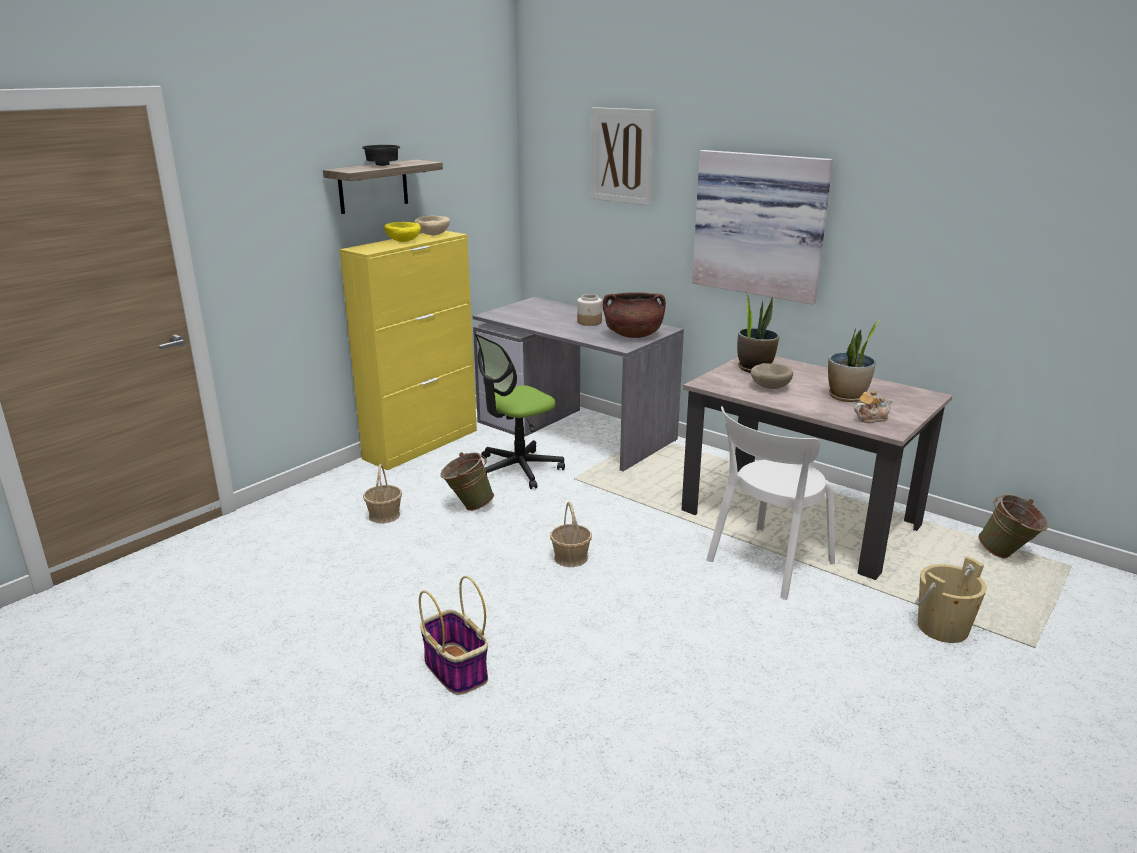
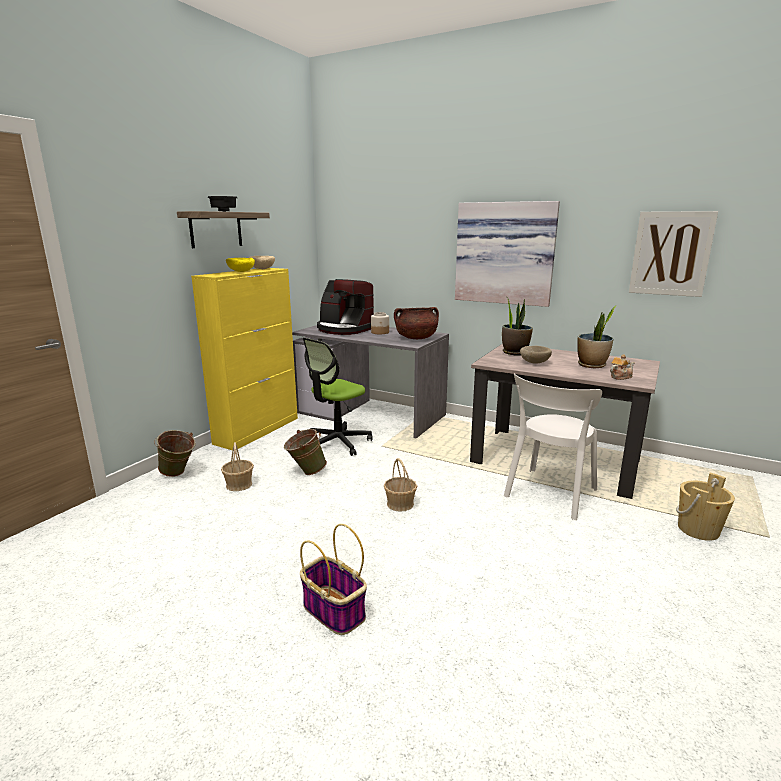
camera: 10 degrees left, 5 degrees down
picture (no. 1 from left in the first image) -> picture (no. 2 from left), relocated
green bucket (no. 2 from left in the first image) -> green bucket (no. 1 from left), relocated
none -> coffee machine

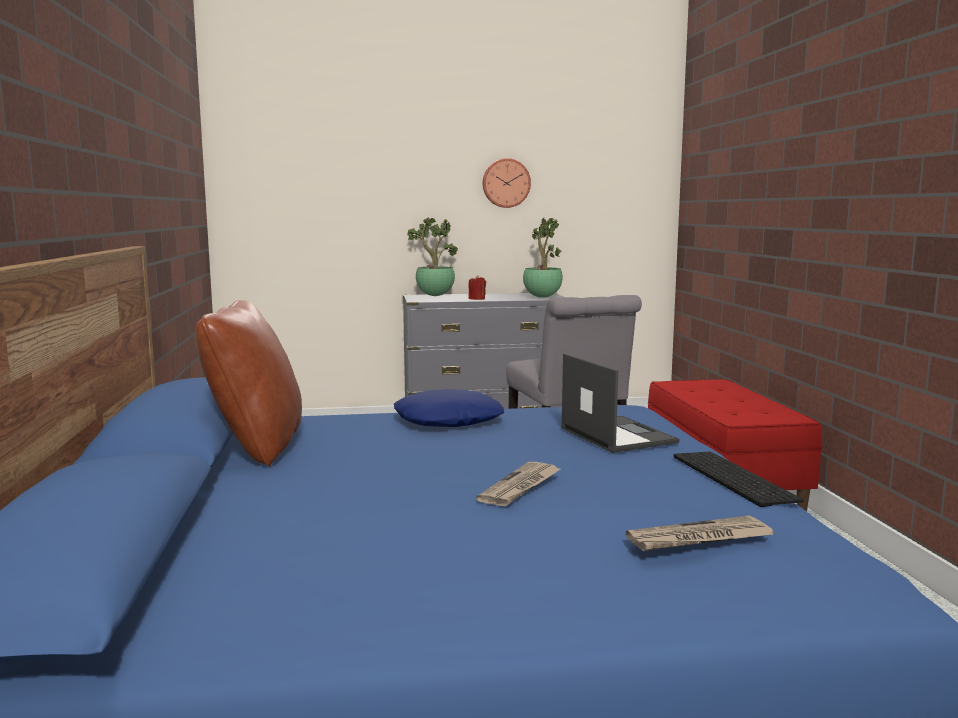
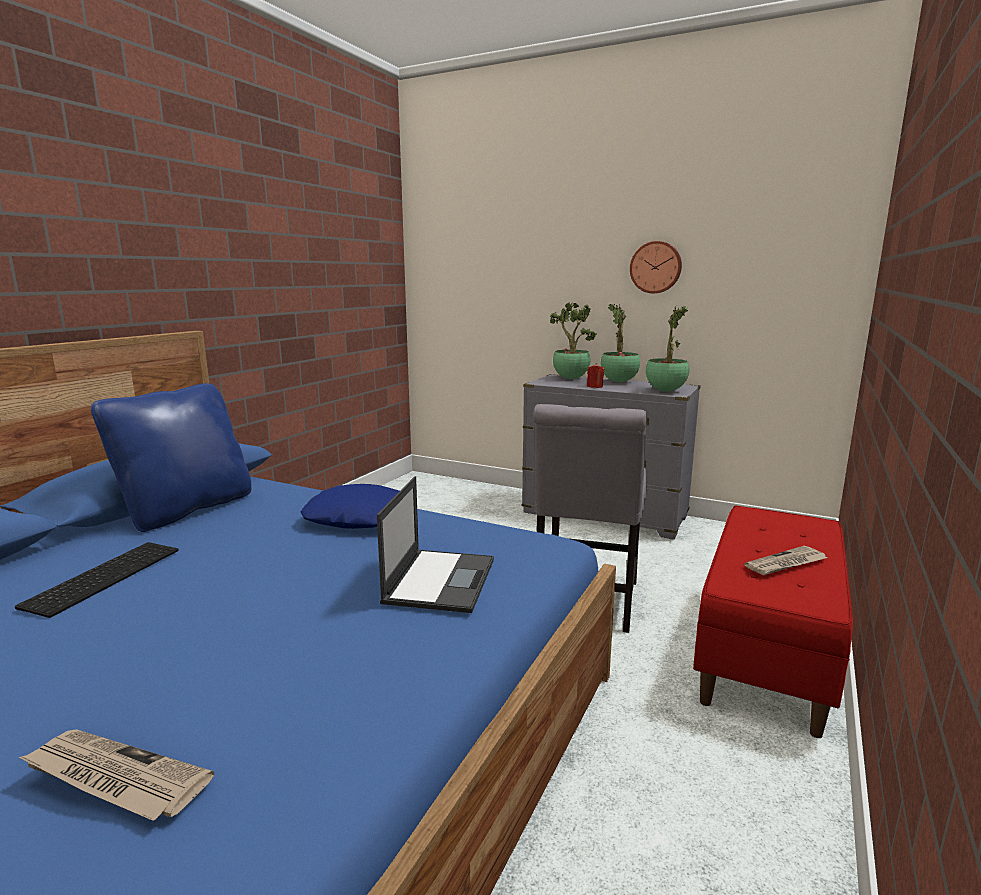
camera: 35 degrees right, 5 degrees up
brown pillow -> blue pillow (no. 1 from left)
keyboard, relocated
newspaper (no. 1 from left in the first image) -> newspaper (no. 2 from left), relocated
none -> potted plant (no. 2 from left)

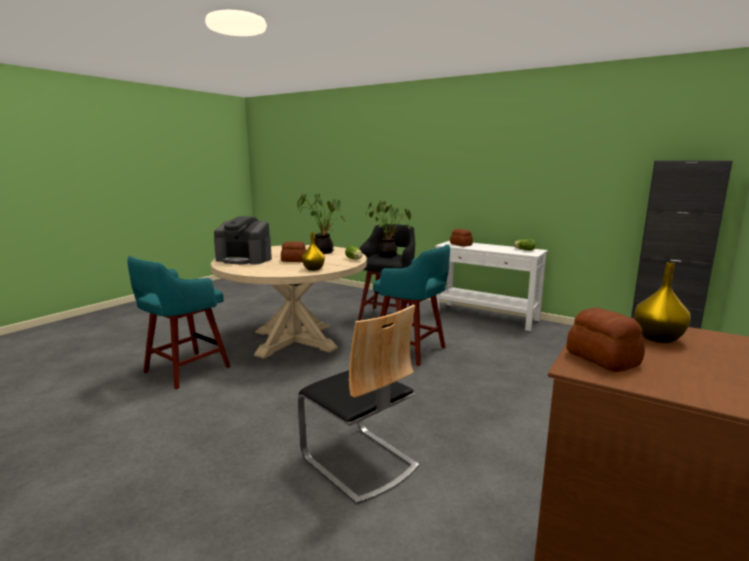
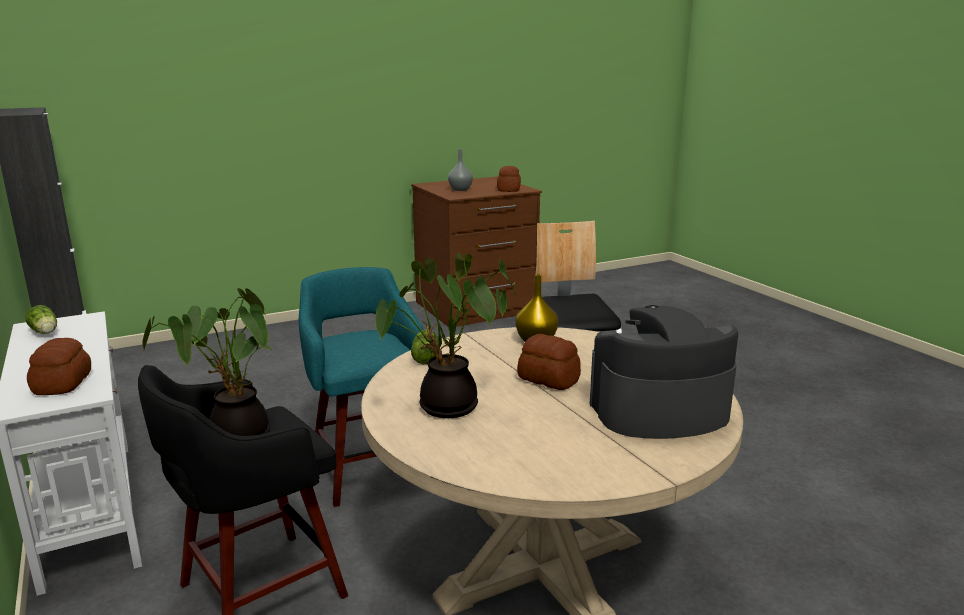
camera: 150 degrees left, 5 degrees up
coffee machine, 60 degrees counterclockwise
turquoise stool (no. 1 from left) -> none
yellow vase (no. 2 from left) -> grey vase

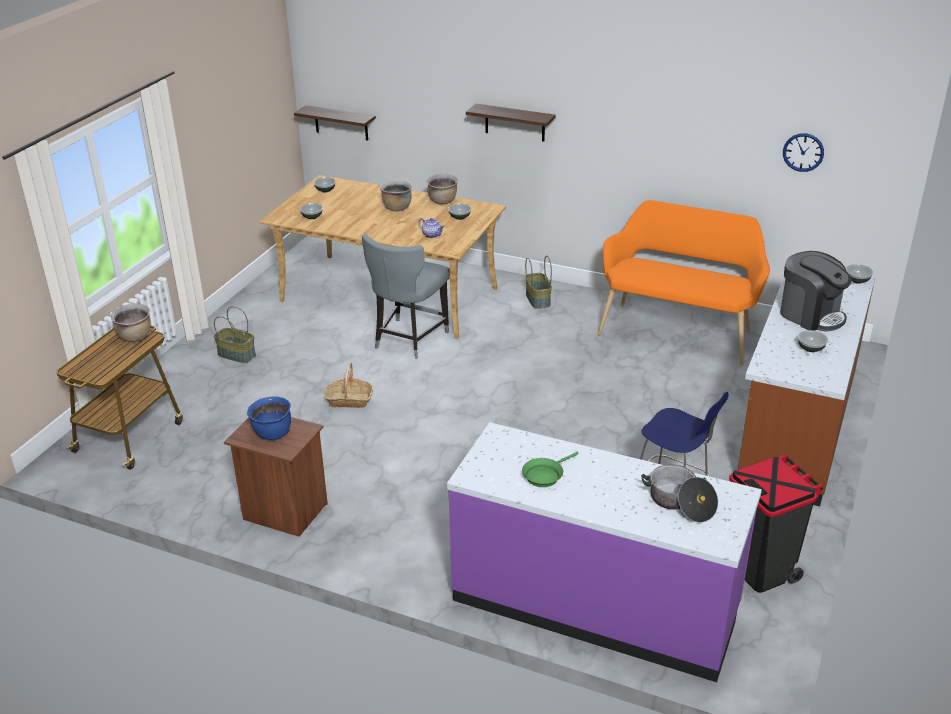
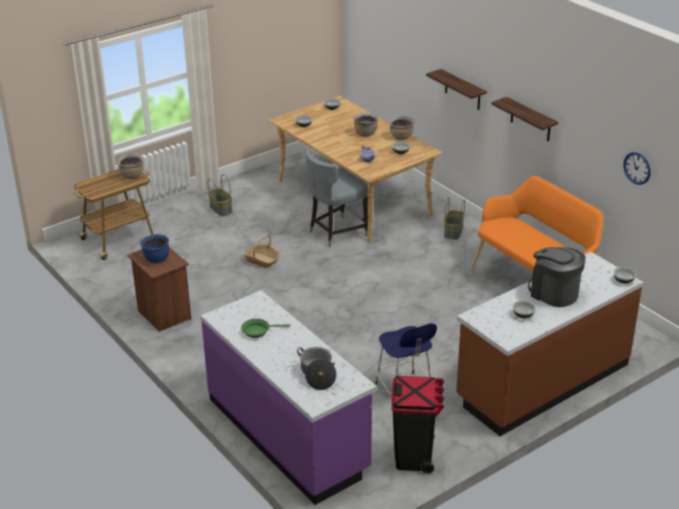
camera: 30 degrees right, 0 degrees up
shelf (no. 1 from left in the first image) -> shelf (no. 2 from left), relocated
coffee machine, 150 degrees clockwise

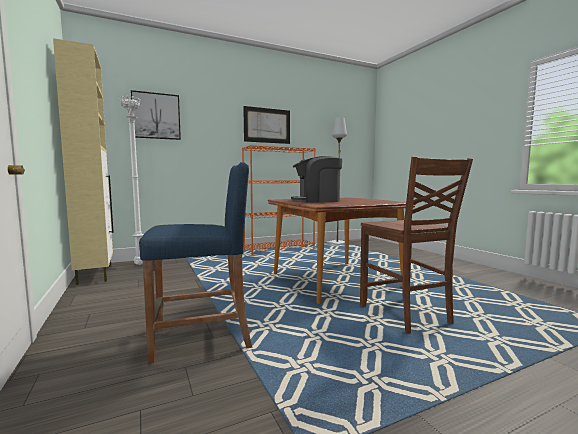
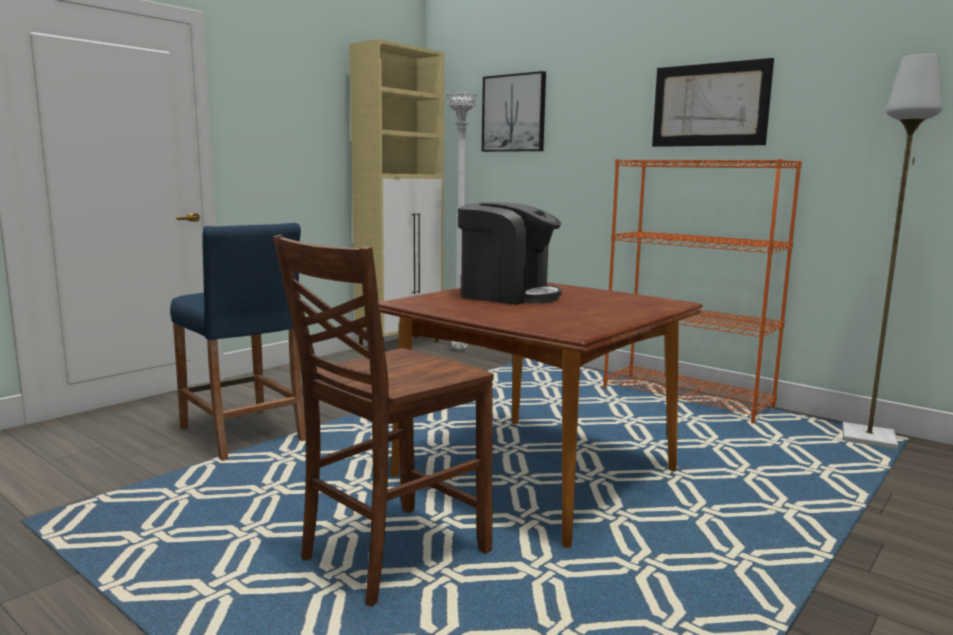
camera: 65 degrees right, 5 degrees up
coffee machine, 150 degrees clockwise

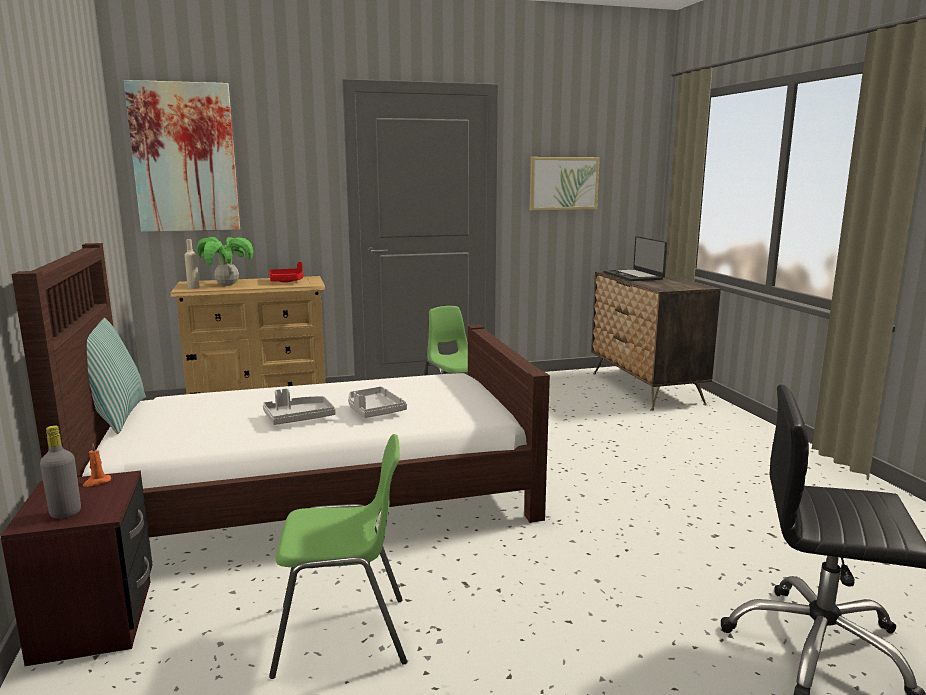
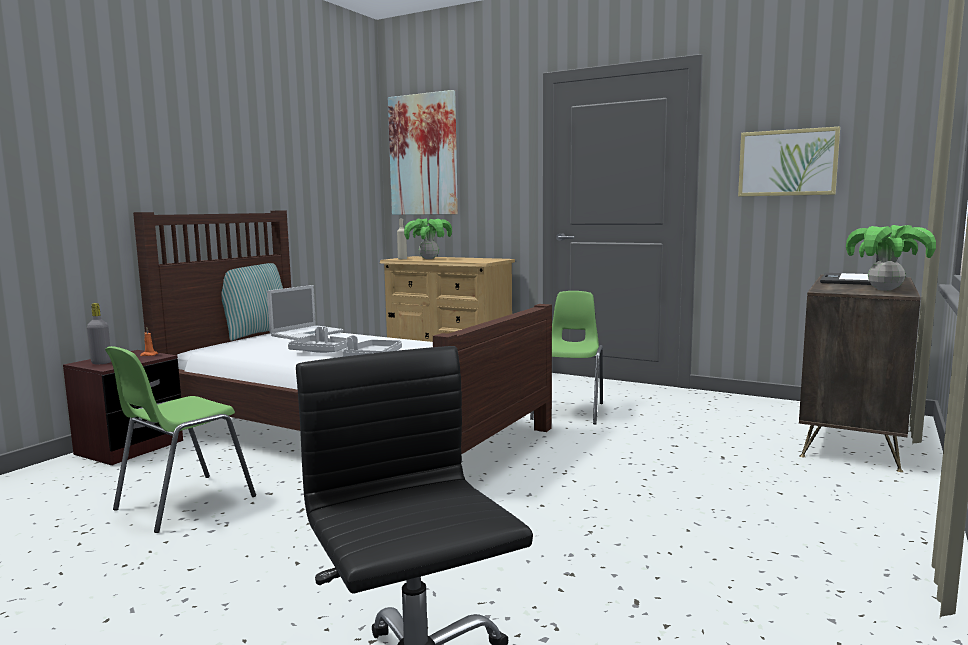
camera: 45 degrees right, 5 degrees down
red tray -> none
green chair (no. 1 from left), 90 degrees clockwise
none -> potted plant (no. 2 from left)
none -> laptop (no. 1 from left)

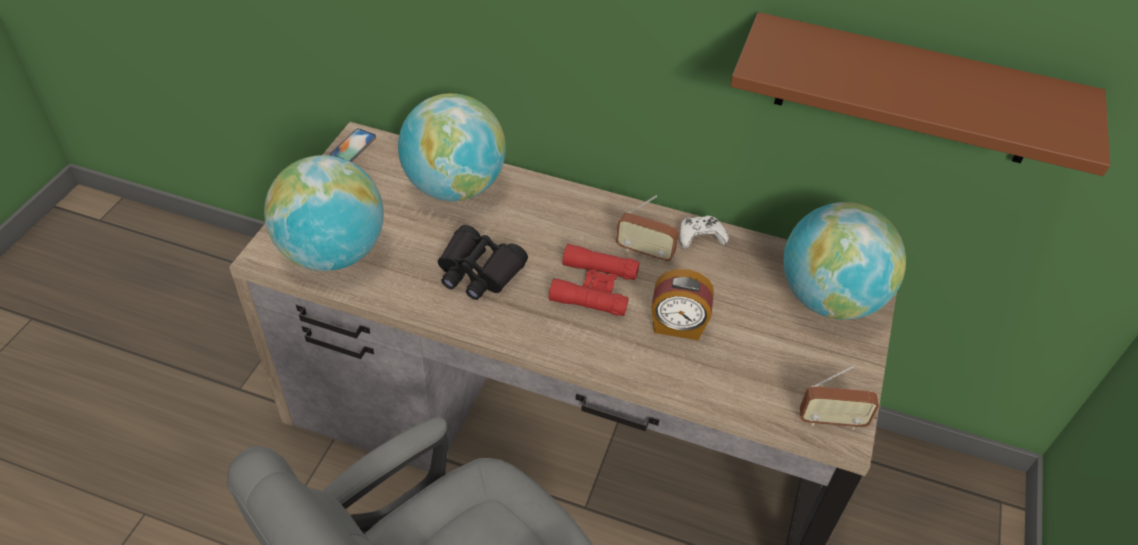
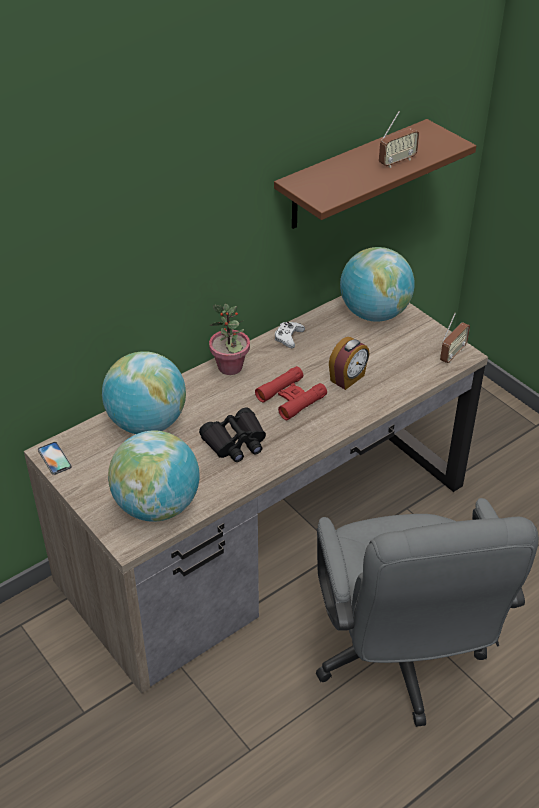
camera: 55 degrees left, 5 degrees down
radio (no. 1 from left), relocated
none -> potted plant

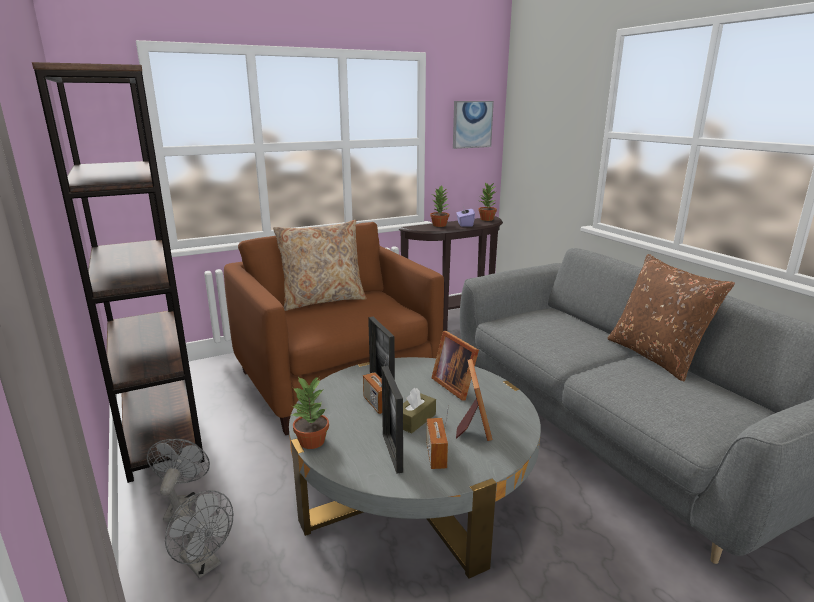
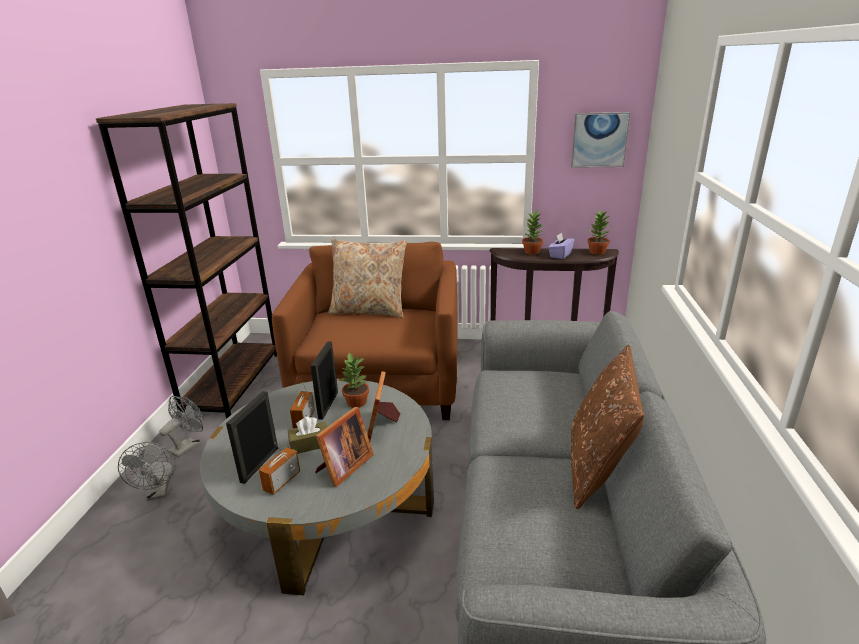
camera: 35 degrees right, 5 degrees up
potted plant (no. 1 from left), relocated

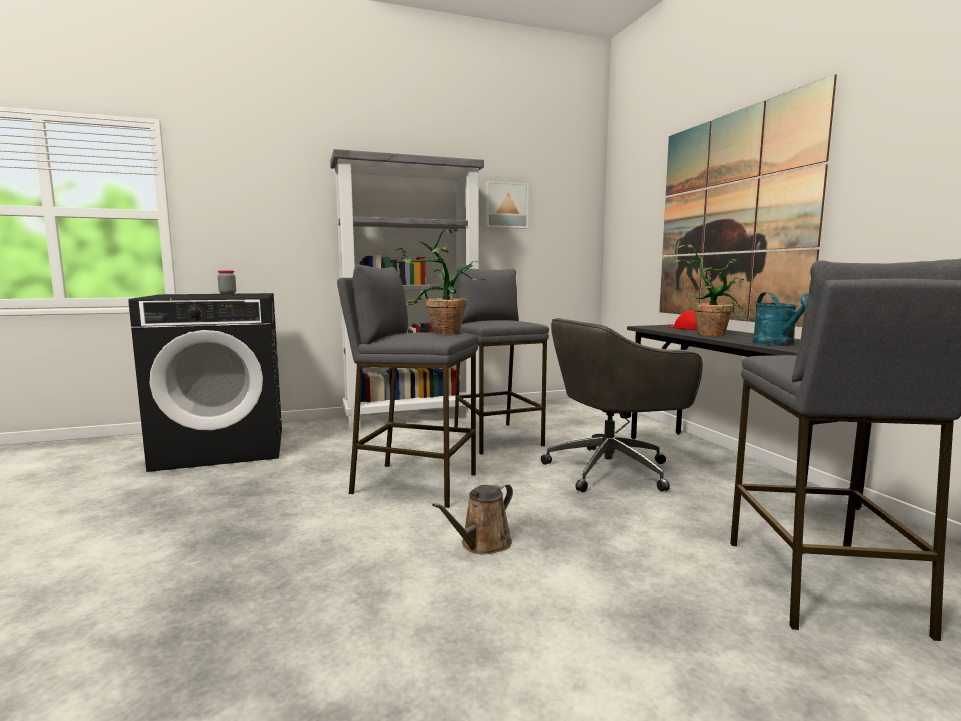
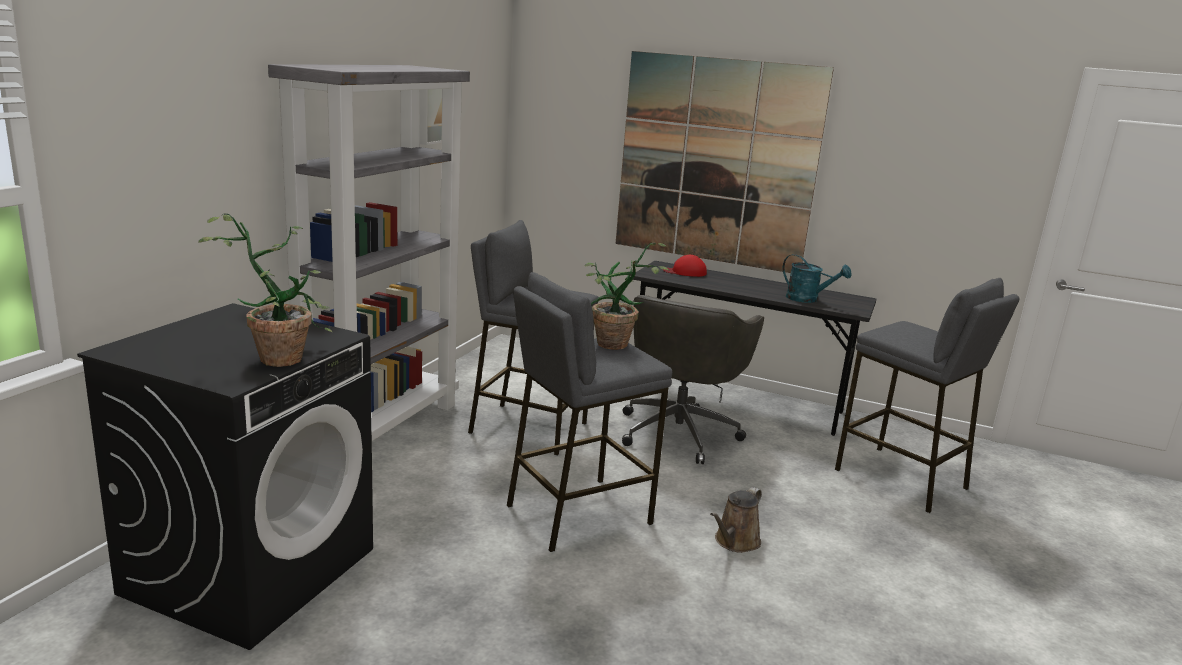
camera: 50 degrees left, 10 degrees up
potted plant (no. 2 from left in the first image) -> potted plant (no. 1 from left), relocated
jar -> none
brown watering can, 45 degrees clockwise

